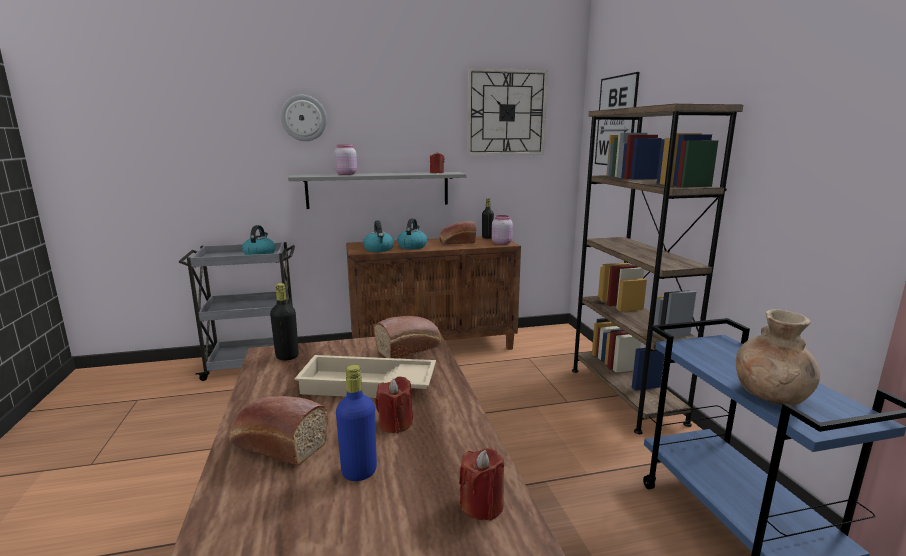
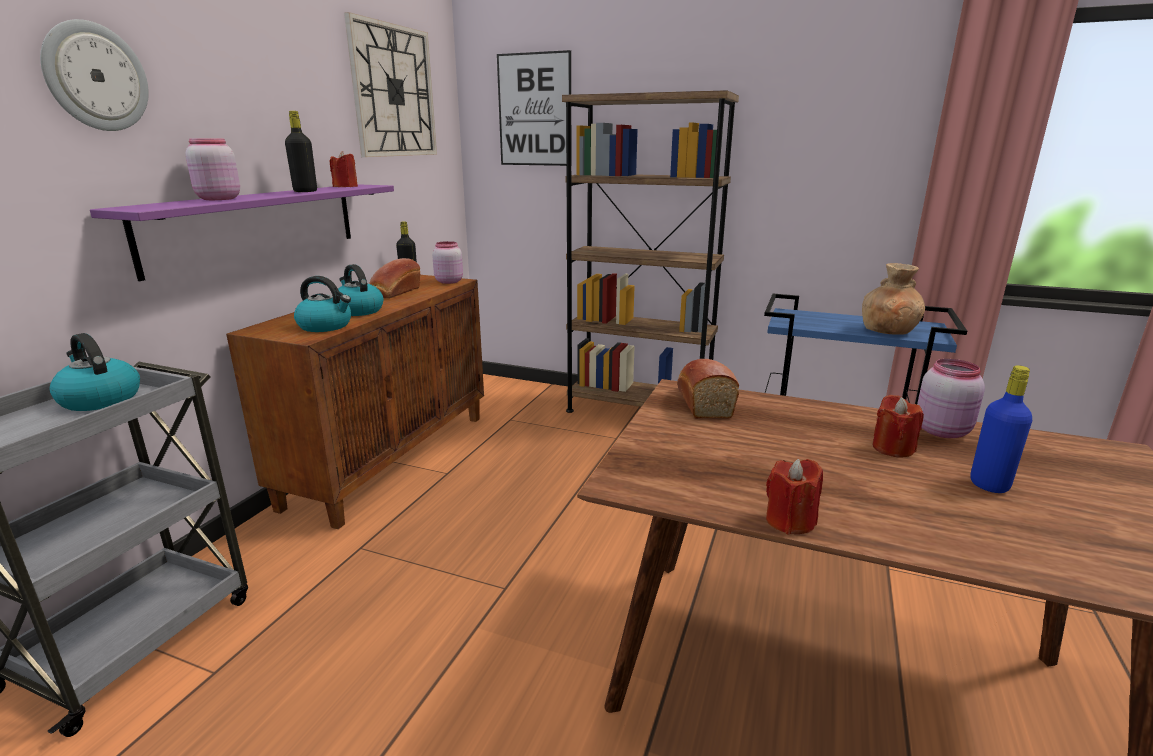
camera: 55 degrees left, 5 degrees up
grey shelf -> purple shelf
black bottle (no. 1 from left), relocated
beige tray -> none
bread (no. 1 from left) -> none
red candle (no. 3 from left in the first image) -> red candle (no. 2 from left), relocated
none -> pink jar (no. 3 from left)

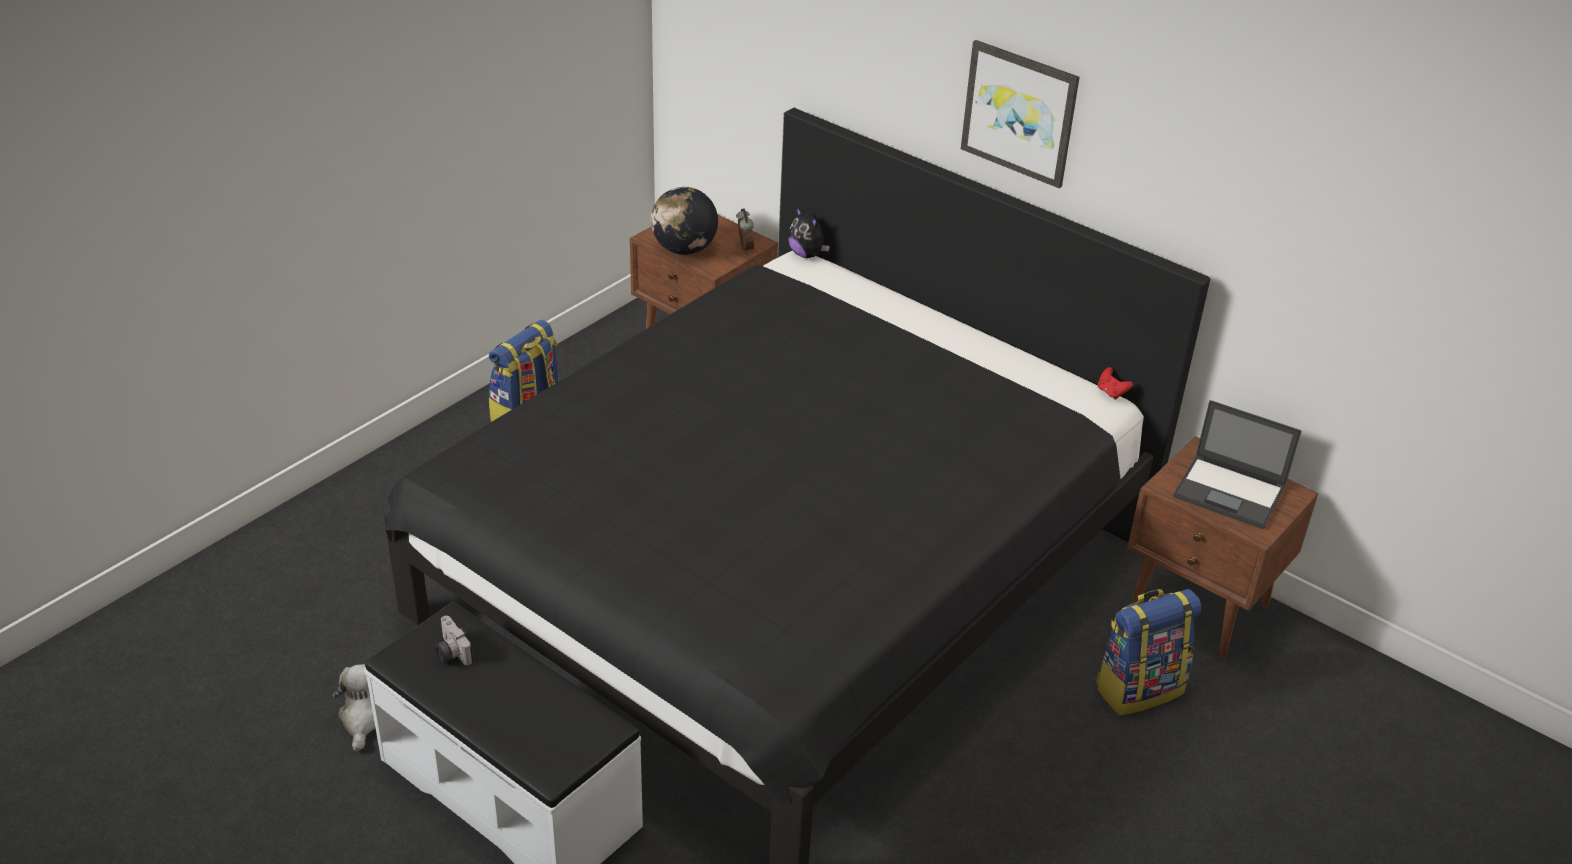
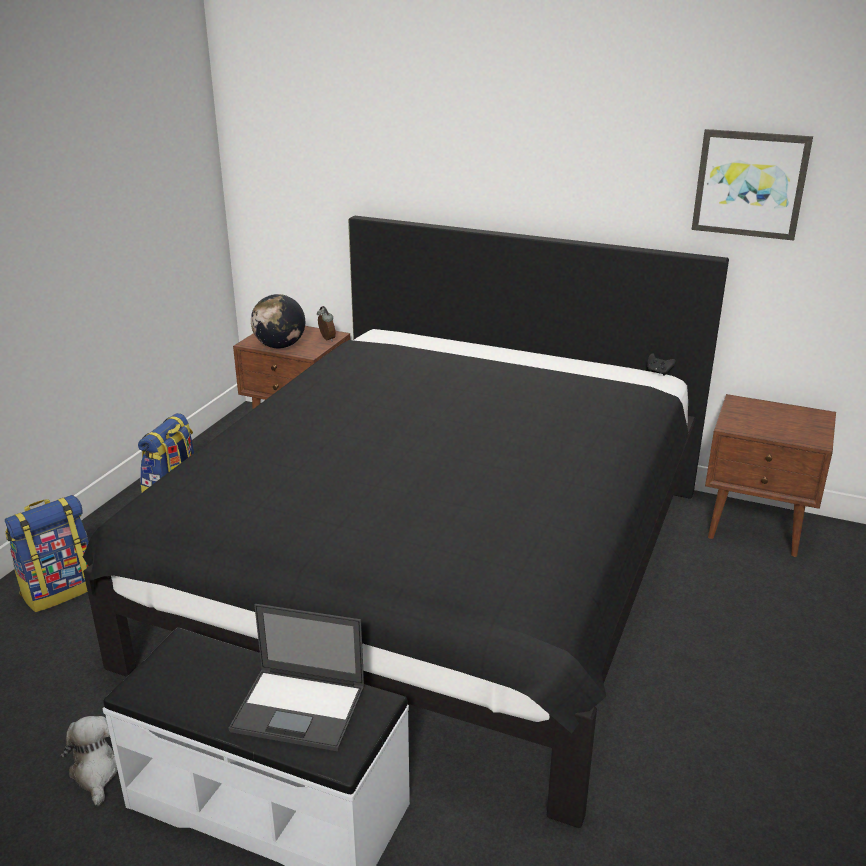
camera: 15 degrees left, 10 degrees down
picture, relocated
plush toy (no. 2 from left) -> none
red game controller -> black game controller
laptop, relocated
backpack (no. 2 from left in the first image) -> backpack (no. 1 from left), relocated
photo camera -> none

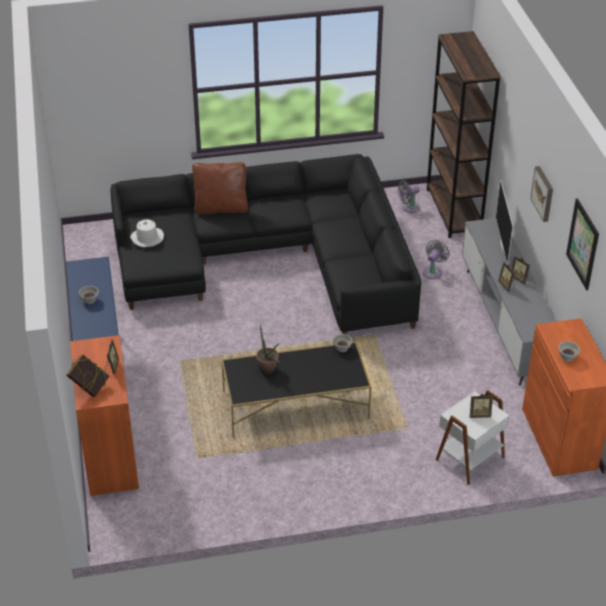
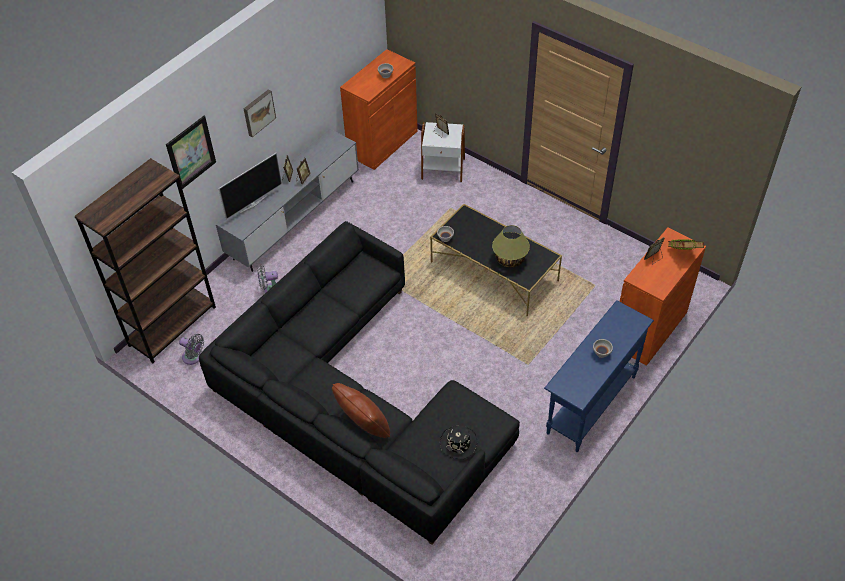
camera: 130 degrees left, 10 degrees up
picture (no. 2 from left in the first image) -> picture (no. 1 from left), relocated
white hat -> black hat
potted plant -> table lamp

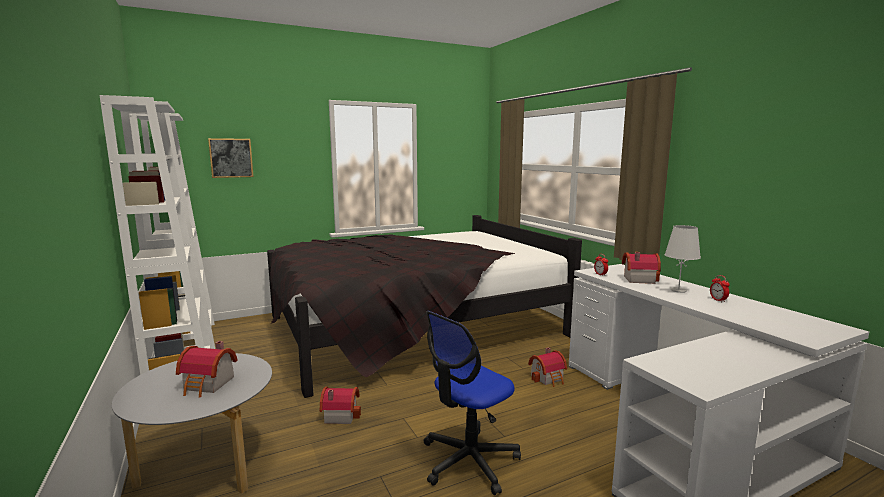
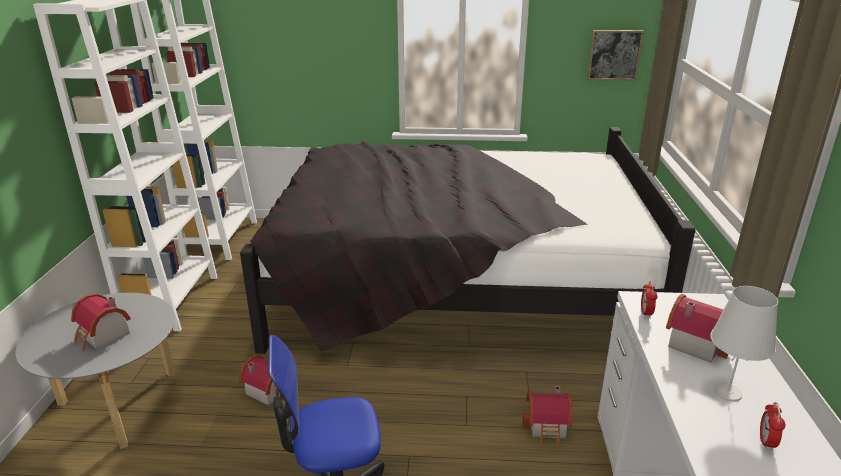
camera: 30 degrees right, 15 degrees up
picture, relocated

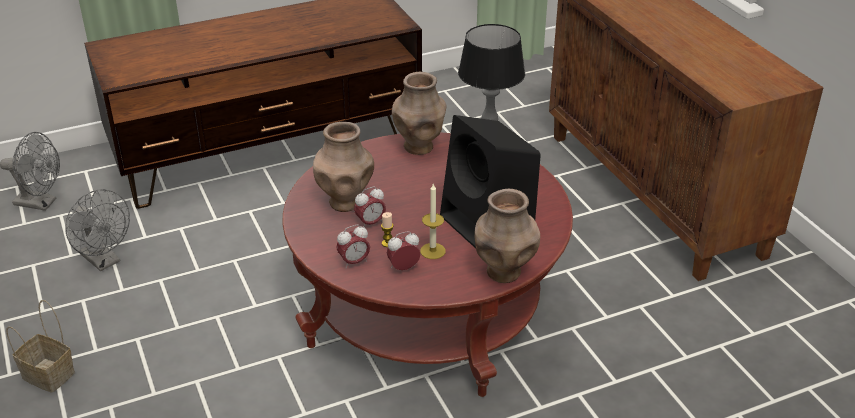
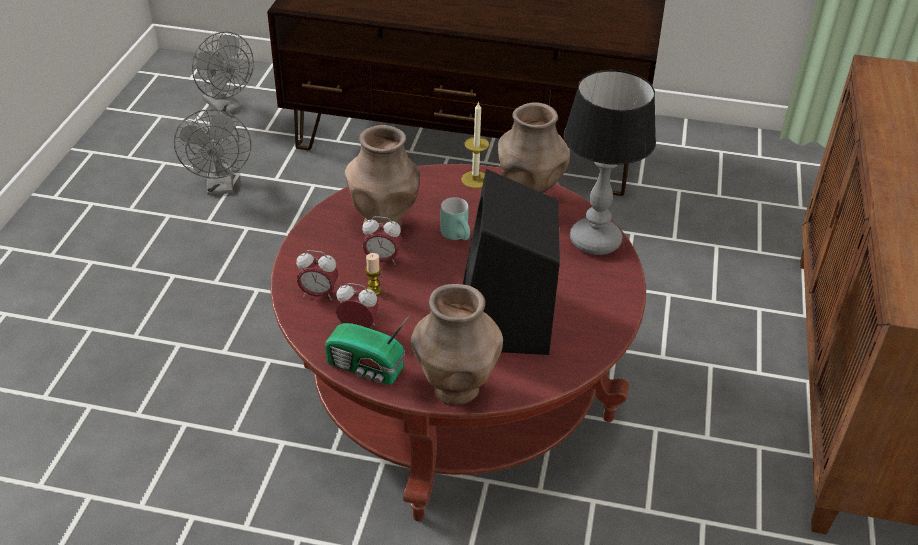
camera: 35 degrees right, 5 degrees up
candle (no. 2 from left), relocated
basket -> none
none -> turquoise mug
none -> radio

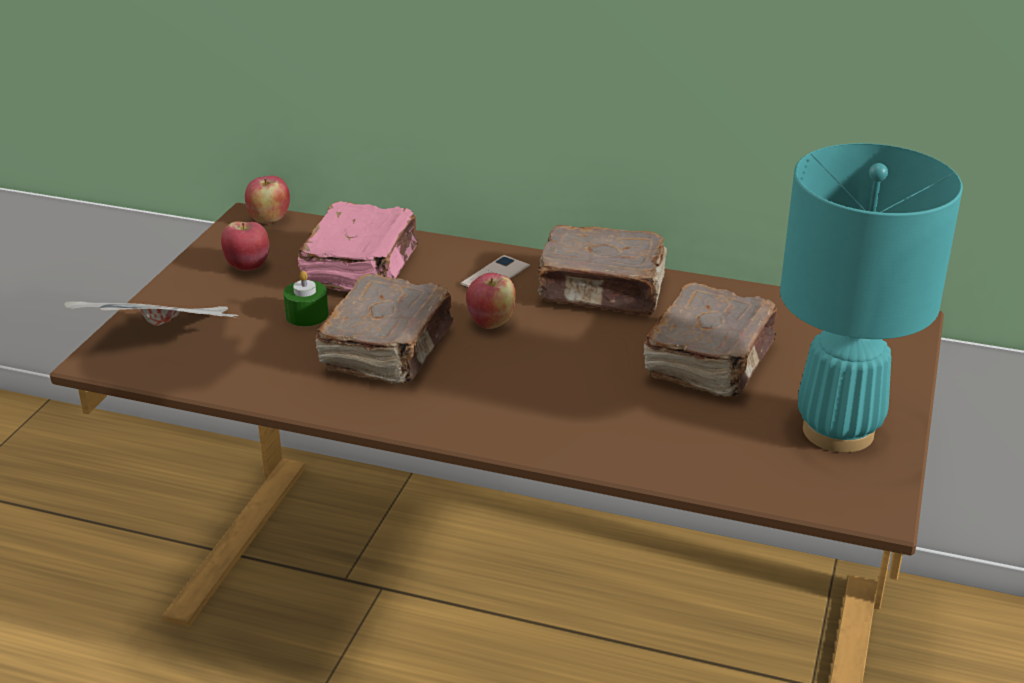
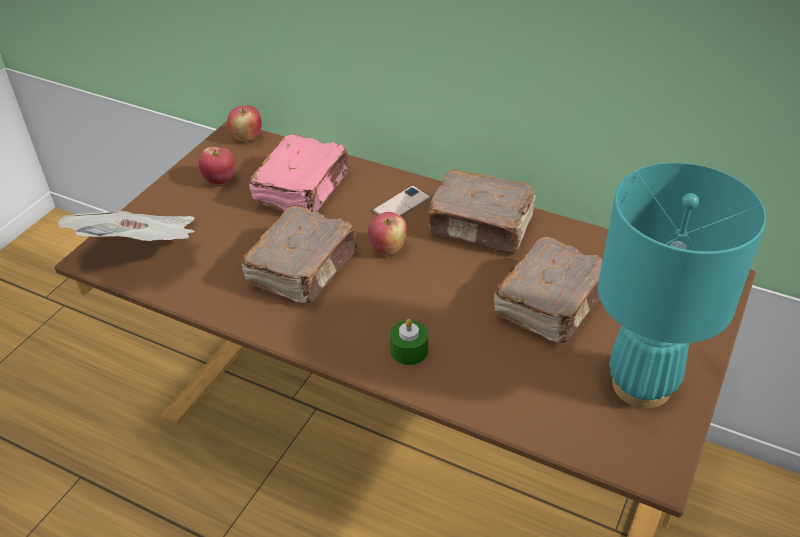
camera: 10 degrees right, 10 degrees up
green candle, relocated

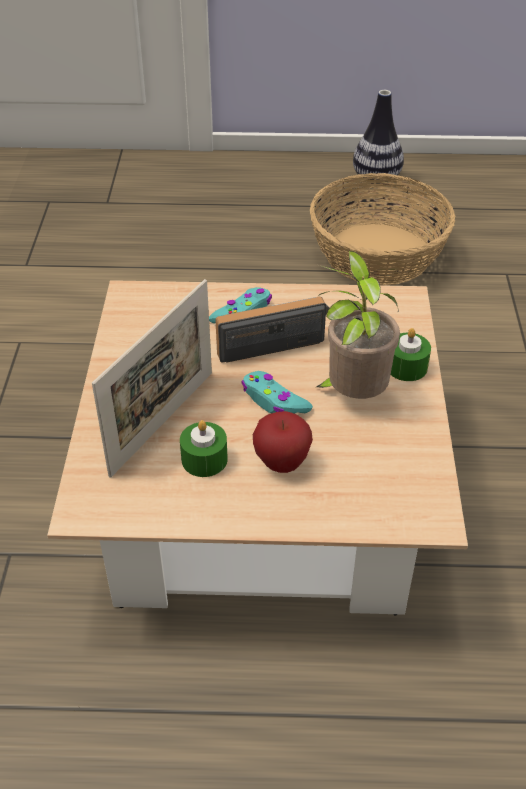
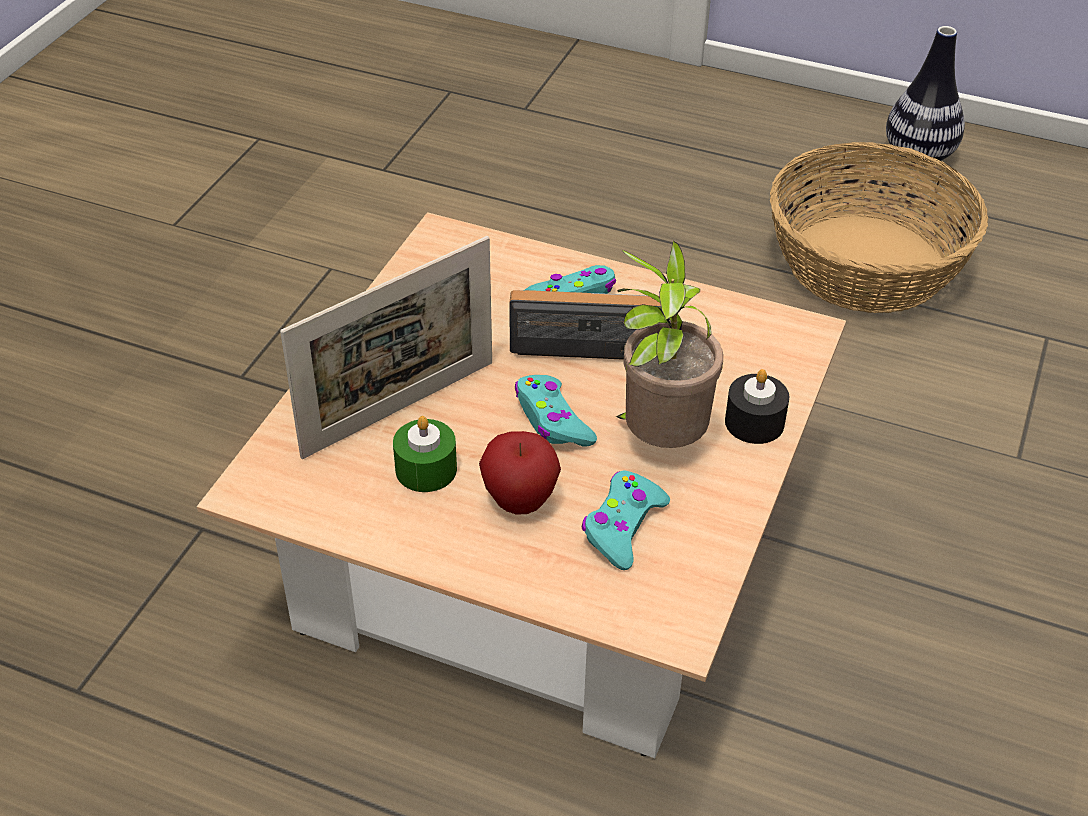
camera: 20 degrees right, 0 degrees up
green candle (no. 2 from left) -> black candle
none -> turquoise game controller (no. 3 from left)

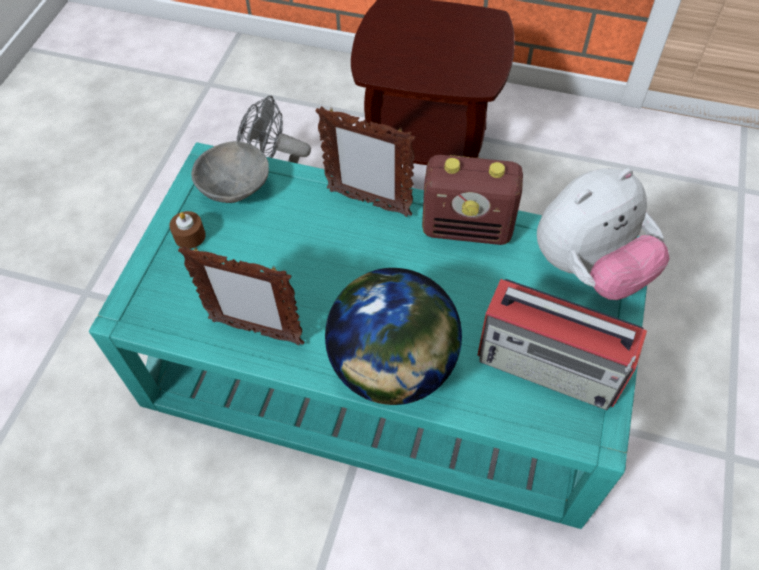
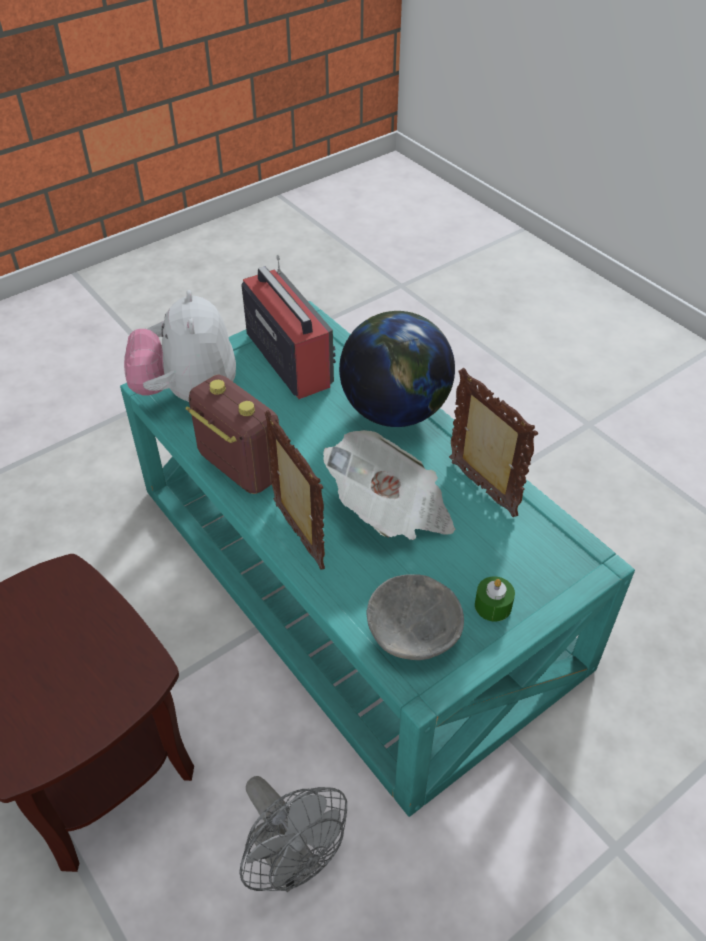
camera: 145 degrees left, 10 degrees down
plush toy, 105 degrees counterclockwise
brown candle -> green candle
none -> newspaper

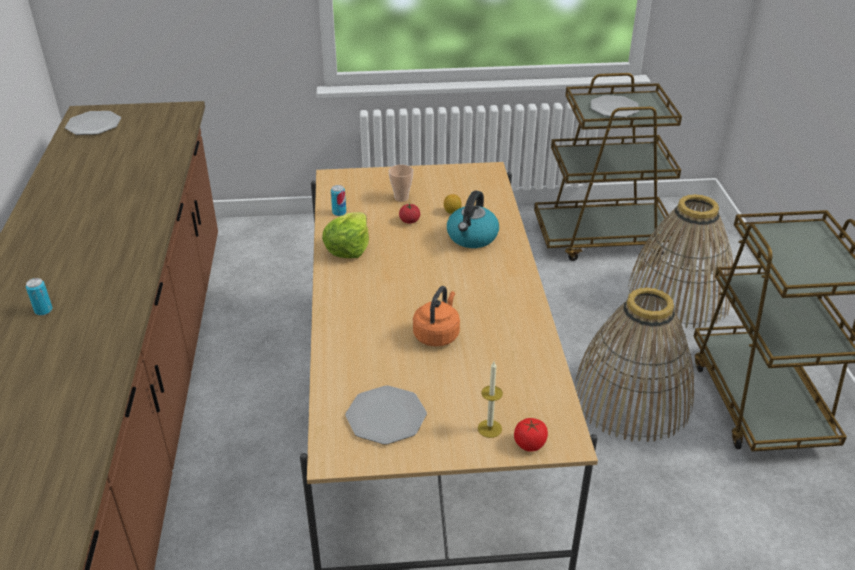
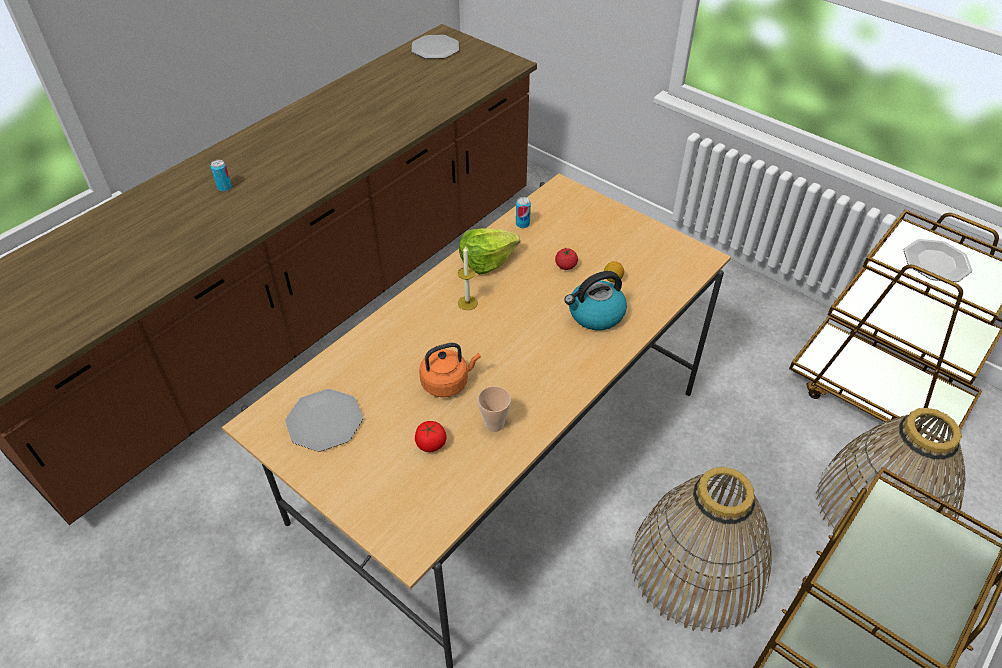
camera: 45 degrees right, 10 degrees up
cup, relocated
candle, relocated
tomato (no. 2 from left in the first image) -> tomato (no. 1 from left), relocated

